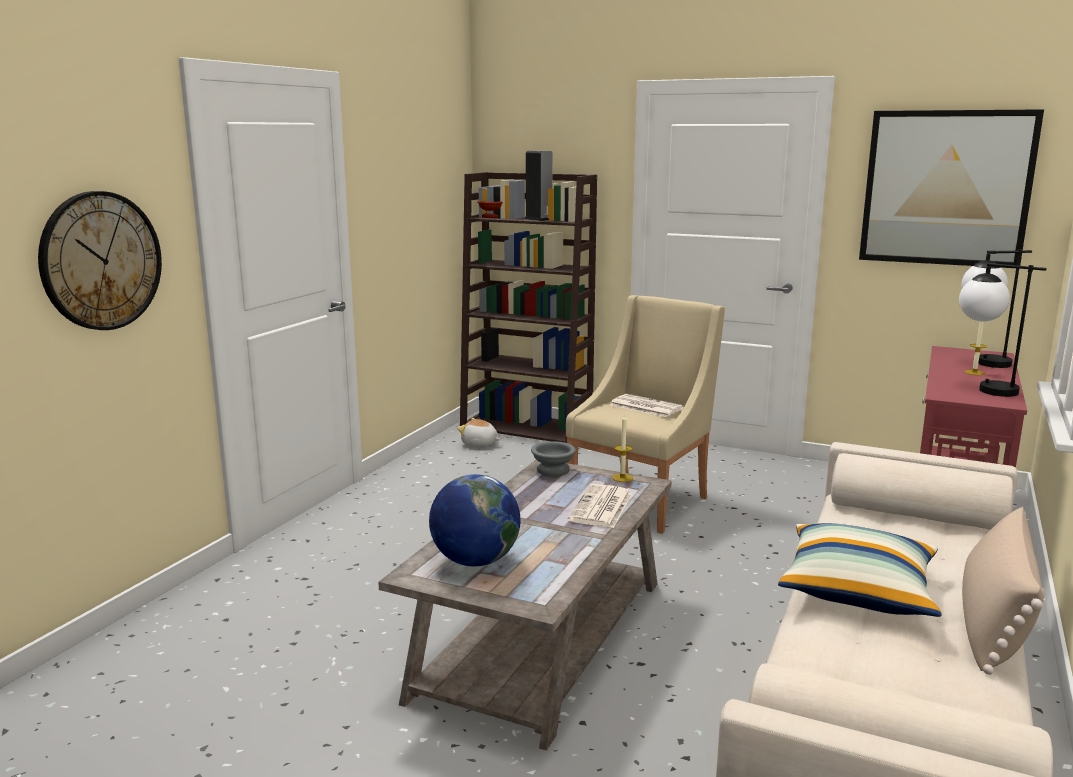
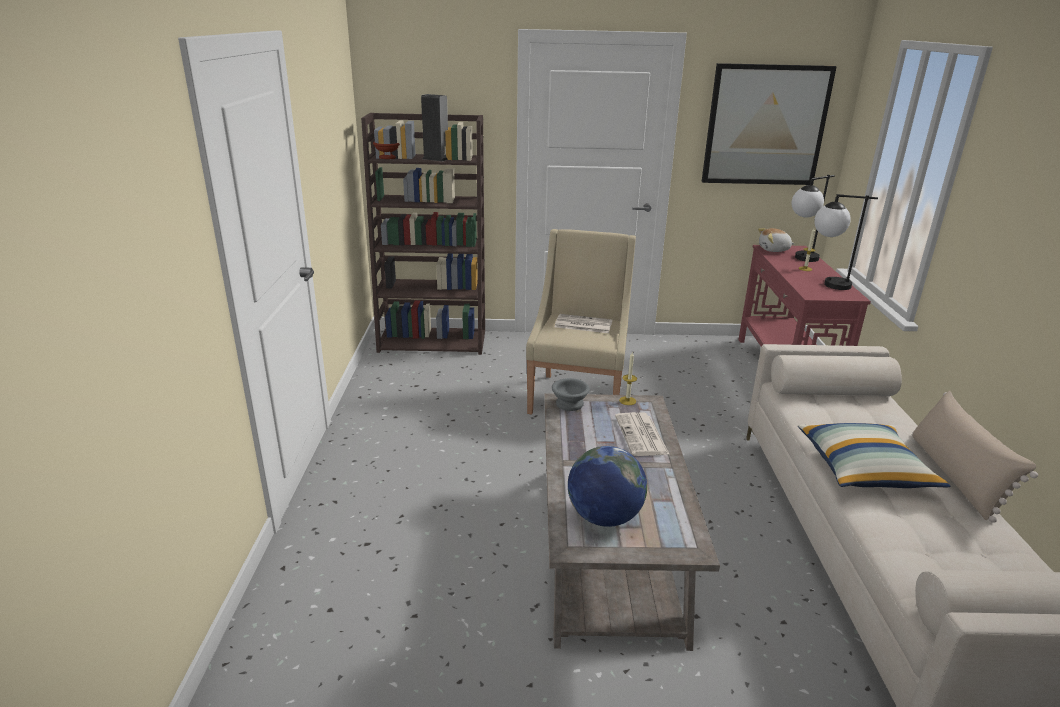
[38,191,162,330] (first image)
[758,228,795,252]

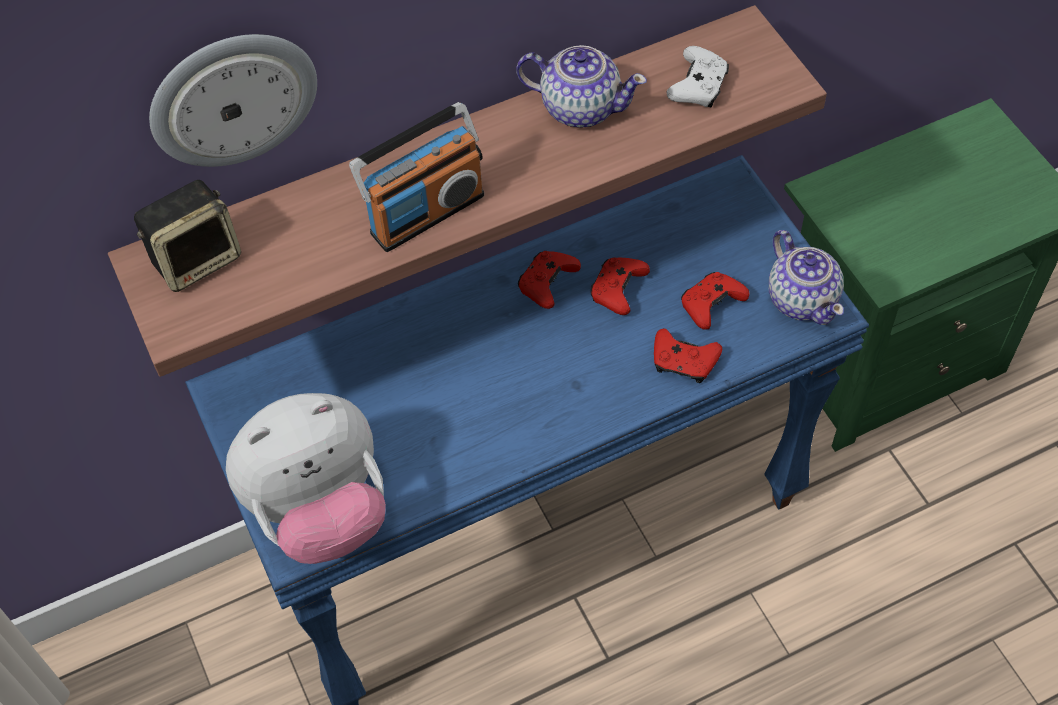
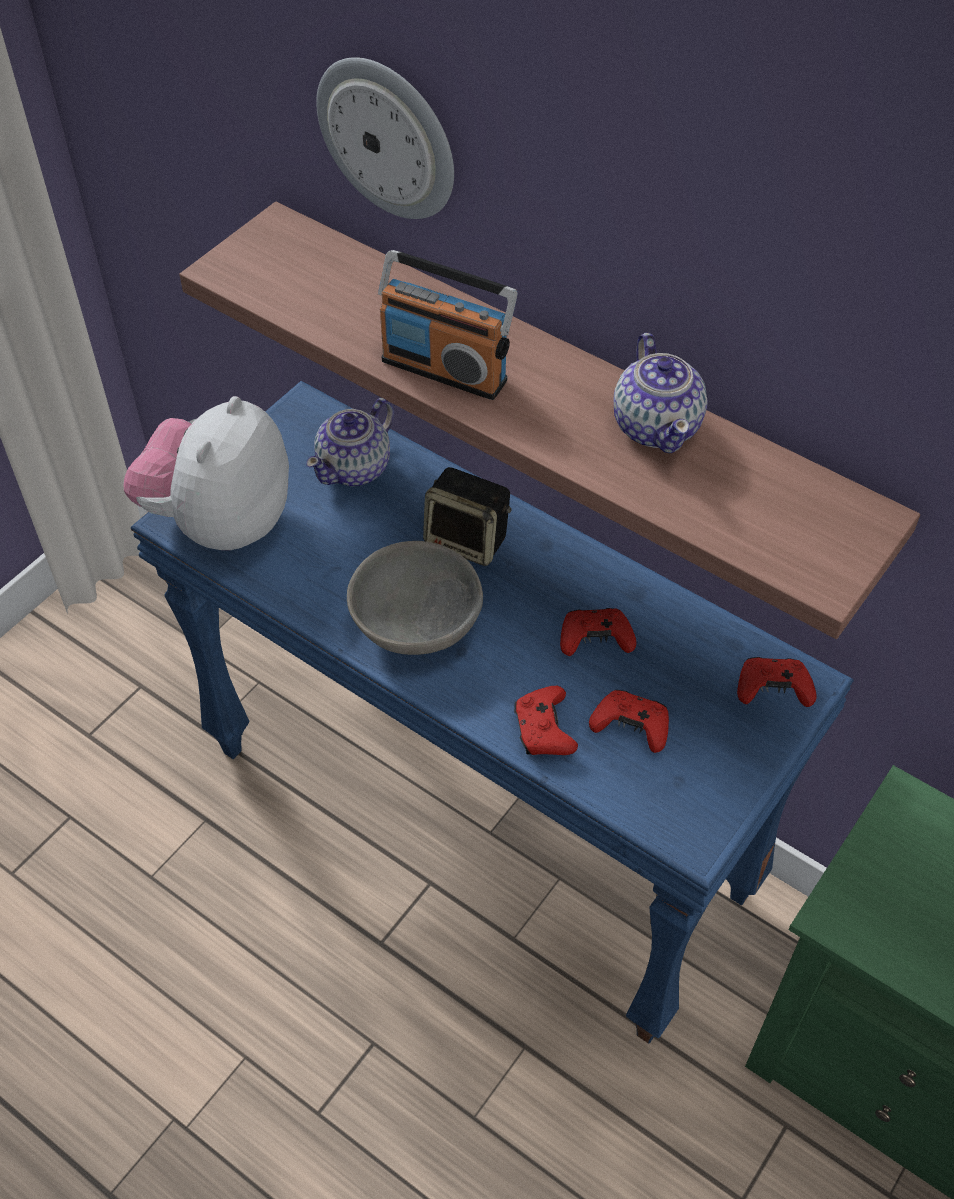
[666,46,729,107] (first image)
[347,541,483,655]
[423,467,512,566]
[737,657,817,707]
[306,398,394,486]
[123,396,289,550]

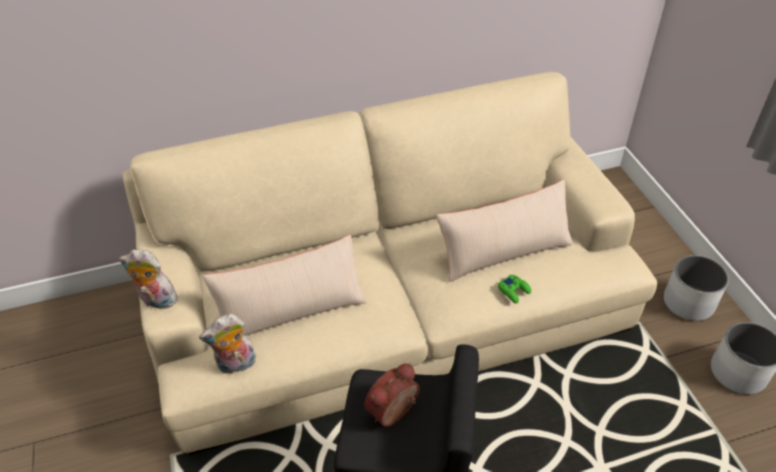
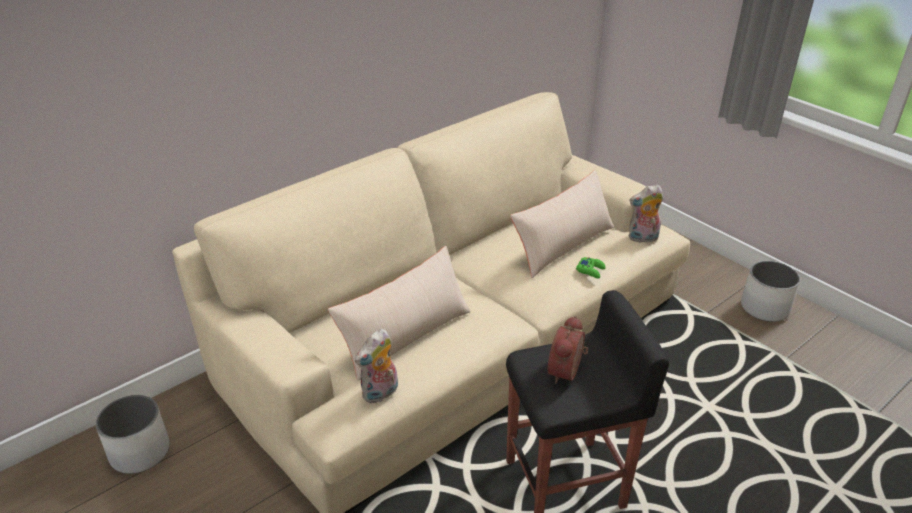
[629,184,663,243]
[96,395,170,474]

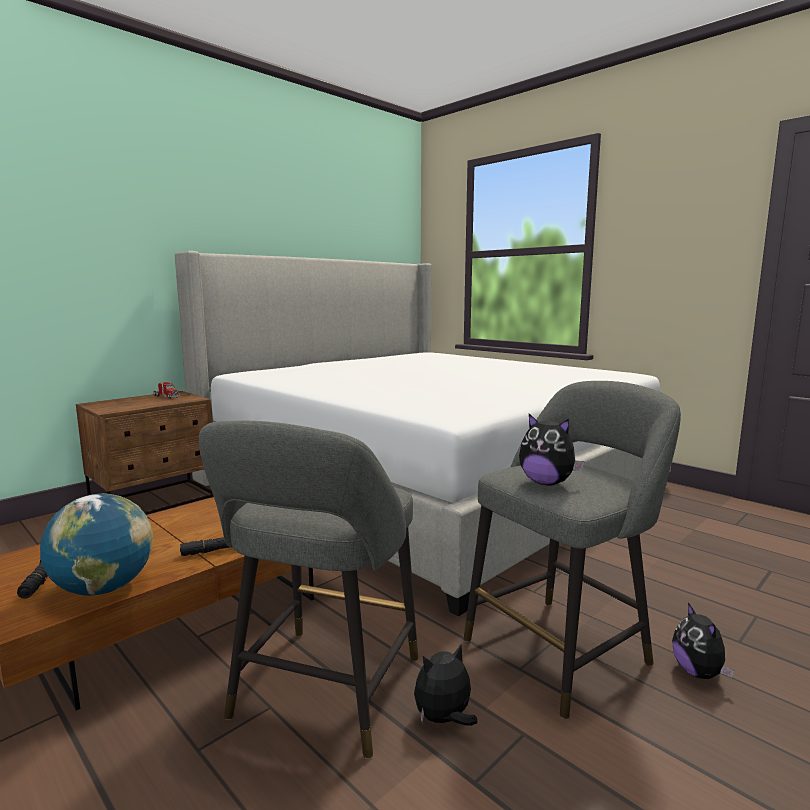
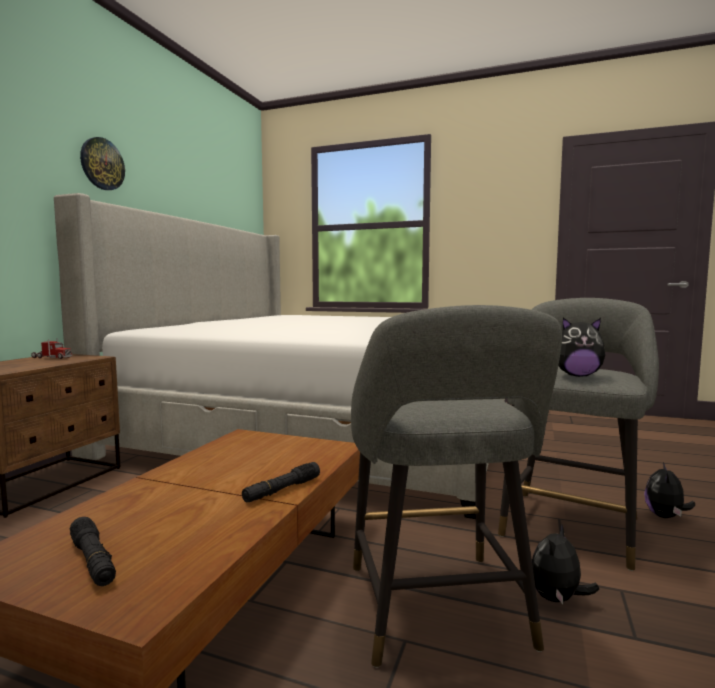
[40,493,153,596] (first image)
[80,137,125,190]
[644,462,695,518]

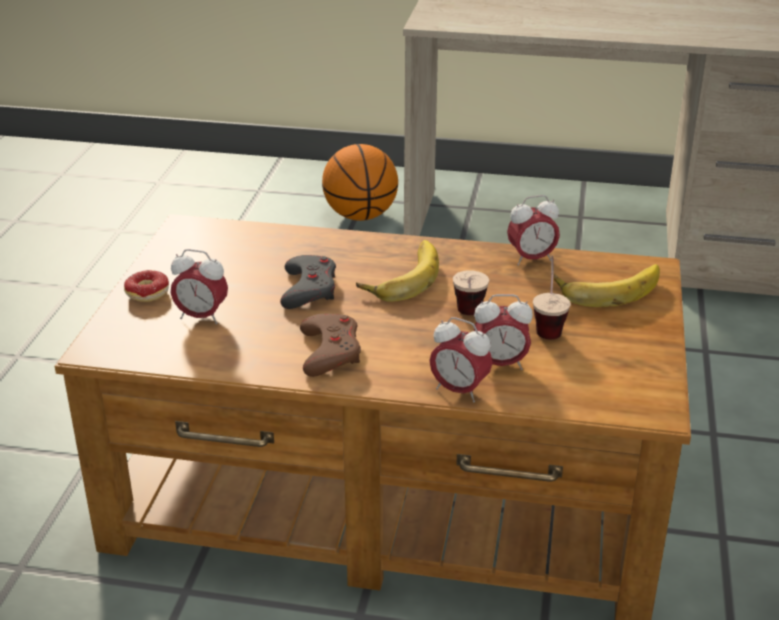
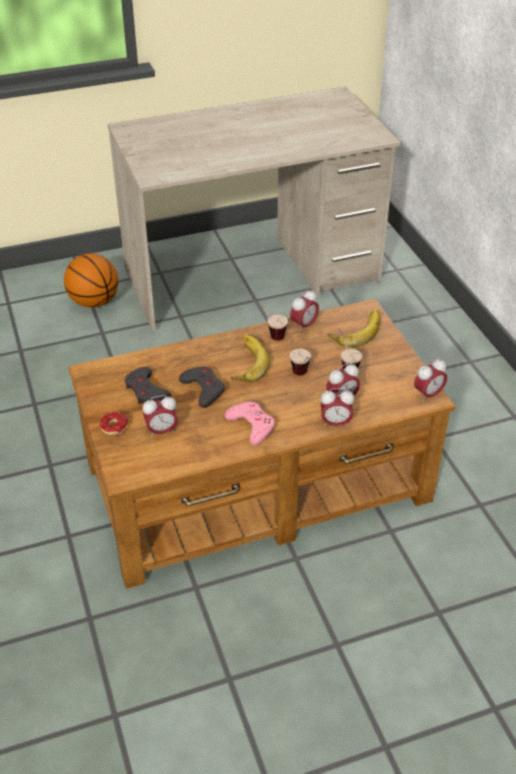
[125,367,171,404]
[254,301,288,340]
[414,358,447,402]
[225,401,275,446]

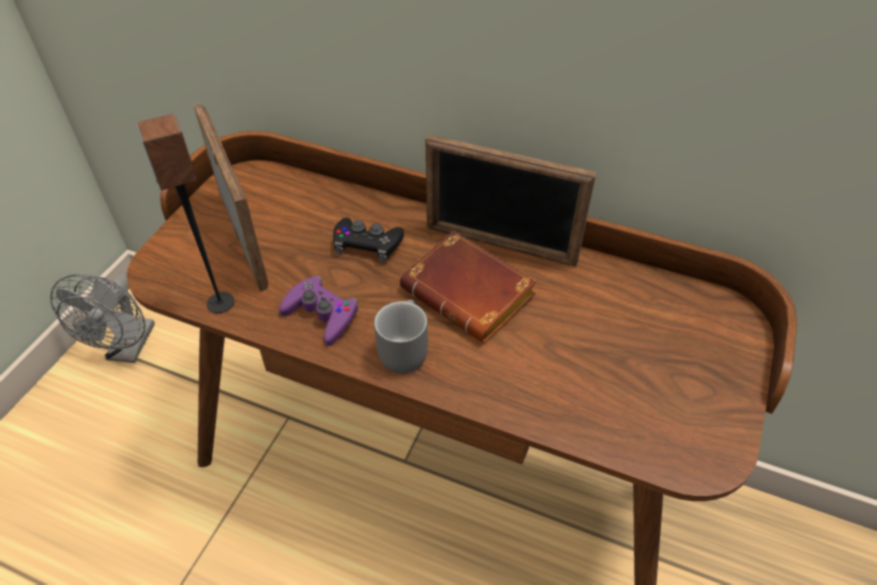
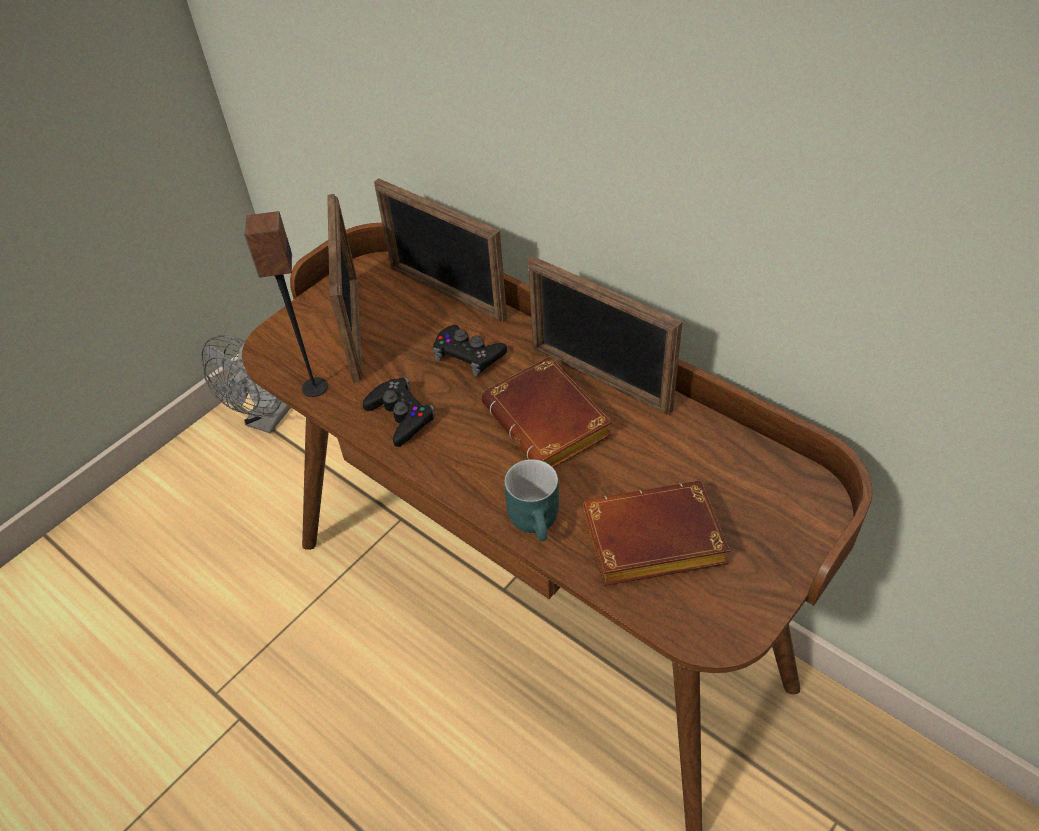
[374,299,428,374] (first image)
[374,178,507,322]
[504,459,559,541]
[583,481,730,586]
[363,378,435,447]

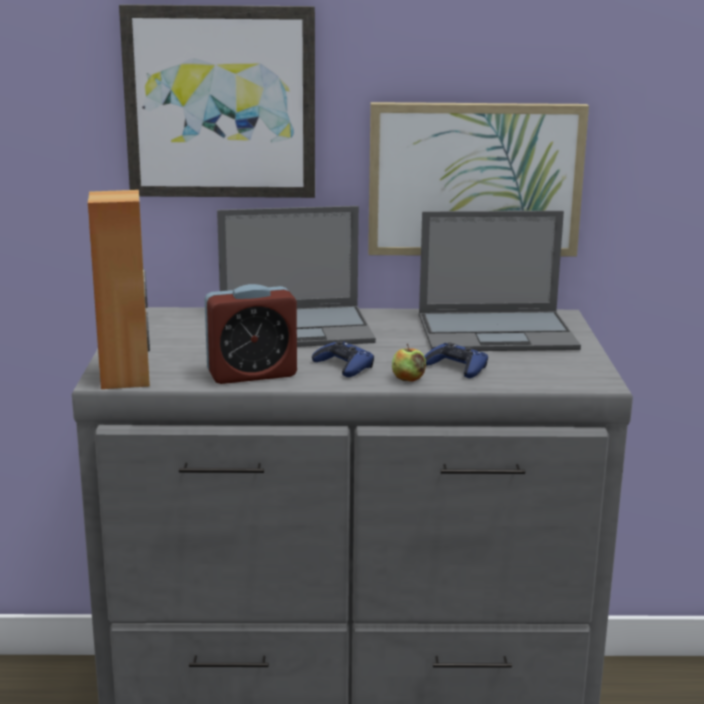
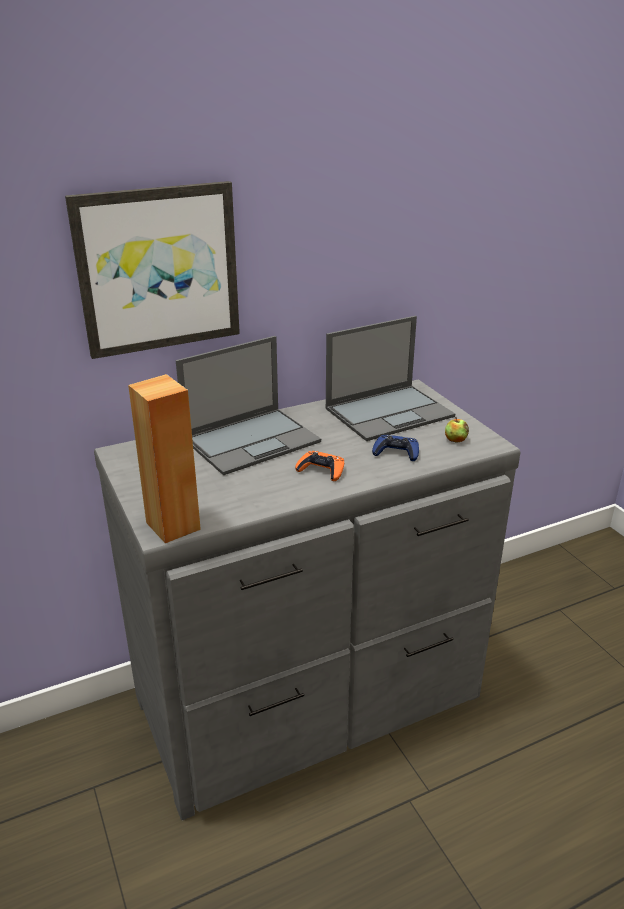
[205,284,297,384] (first image)
[368,102,589,256] (first image)
[445,417,469,443]
[295,451,344,481]

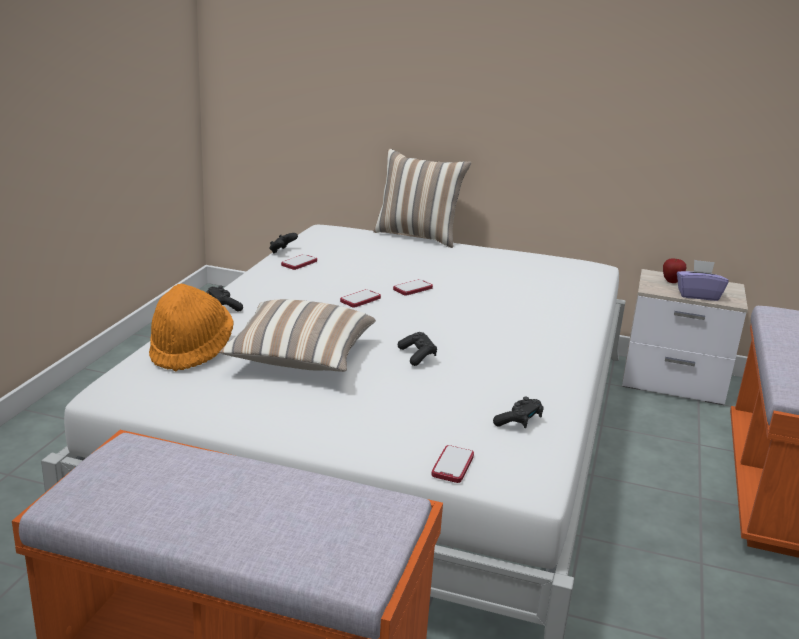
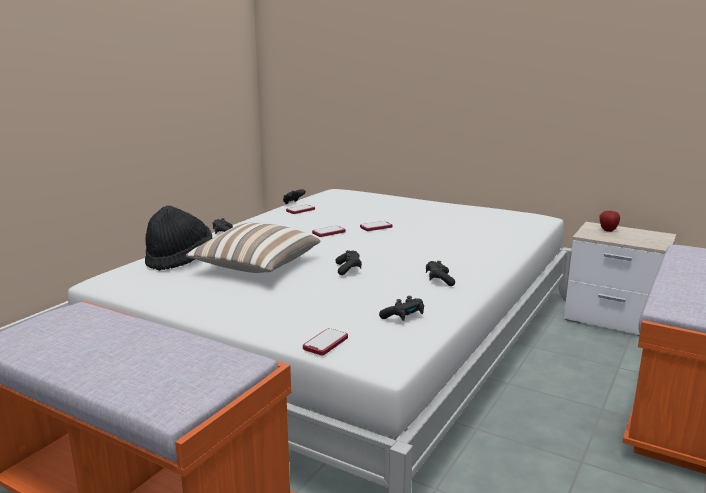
[374,149,471,248] (first image)
[677,260,729,301] (first image)
[426,261,455,286]
[145,206,212,271]

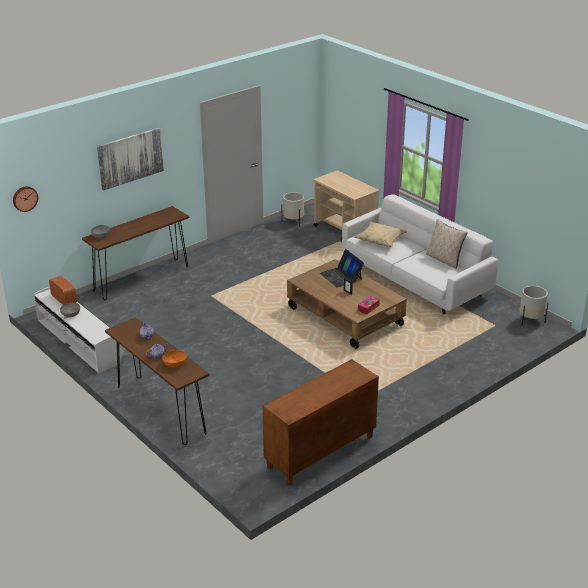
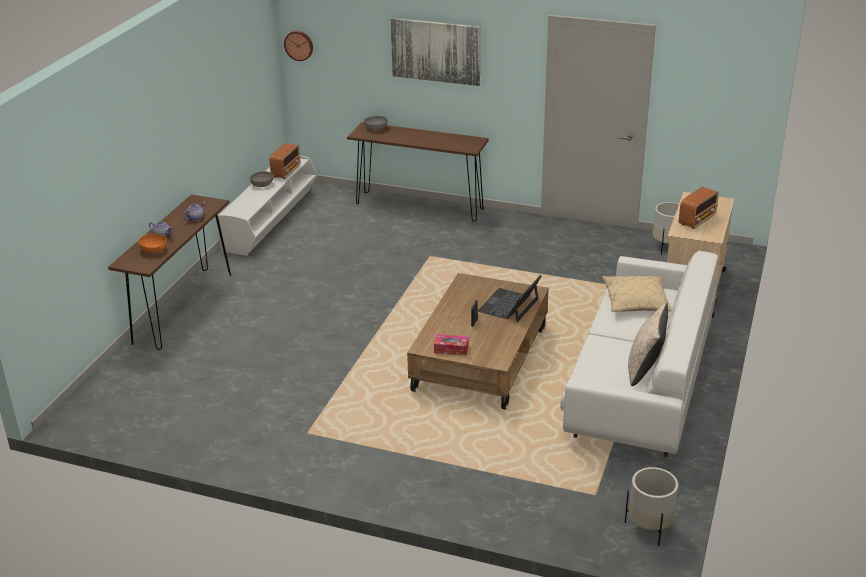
[262,359,379,486] (first image)
[679,187,719,229]

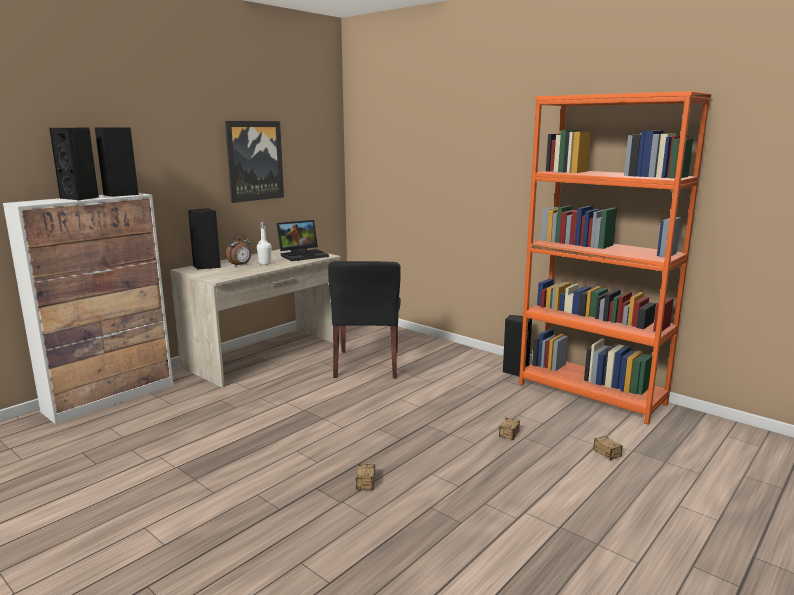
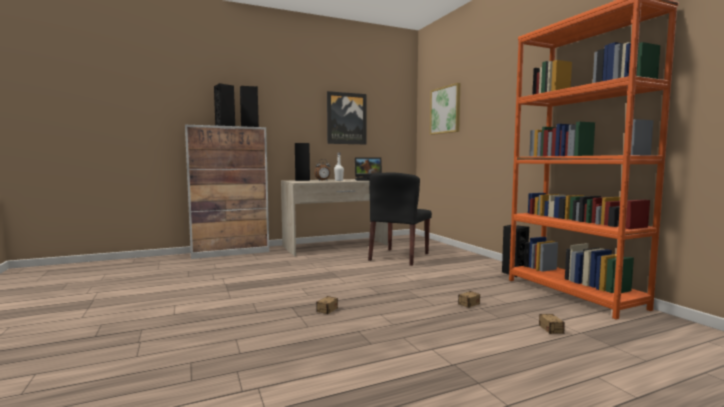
[430,83,460,135]

